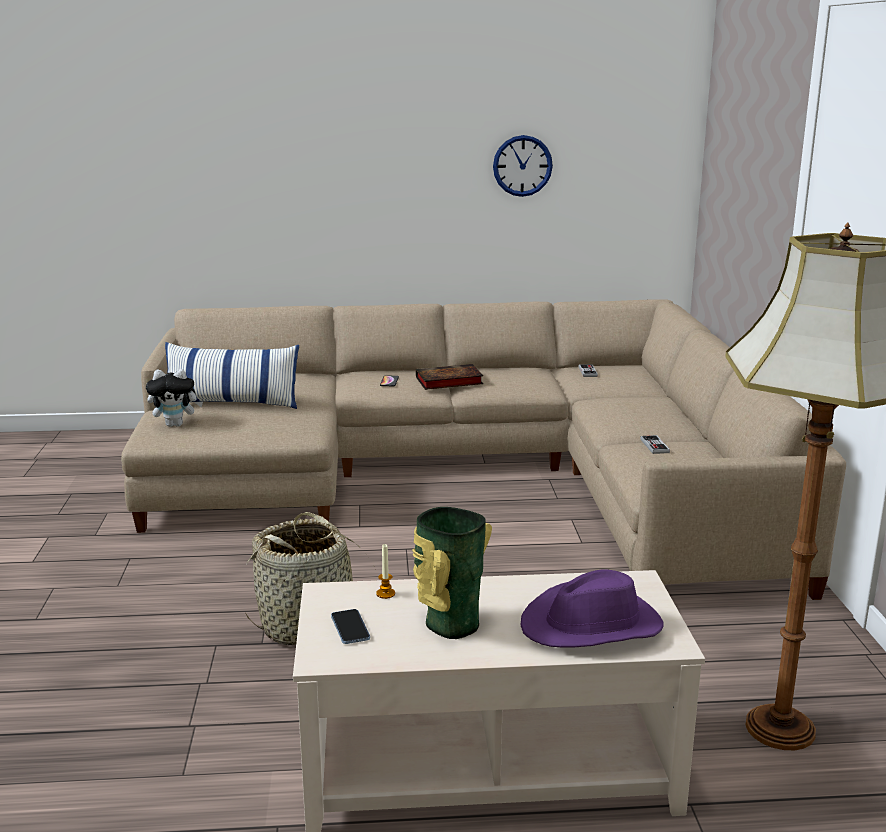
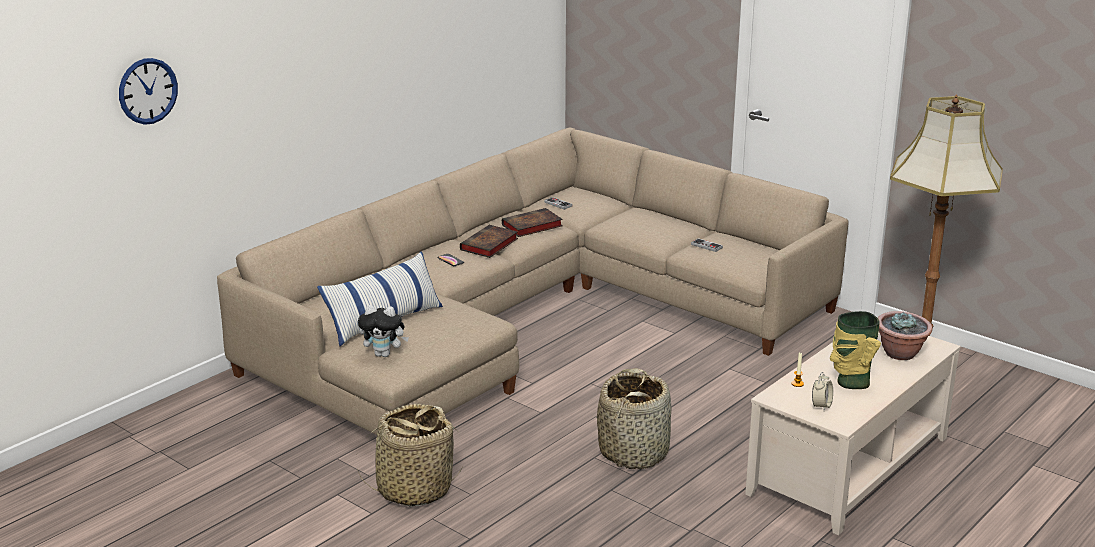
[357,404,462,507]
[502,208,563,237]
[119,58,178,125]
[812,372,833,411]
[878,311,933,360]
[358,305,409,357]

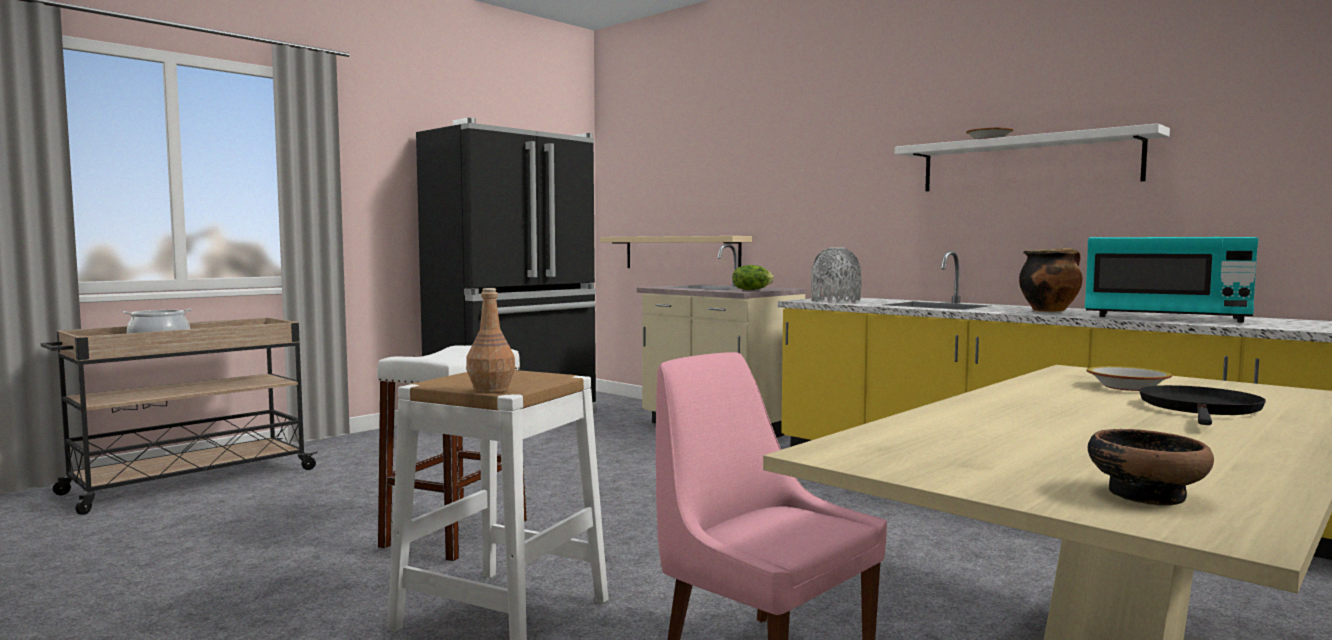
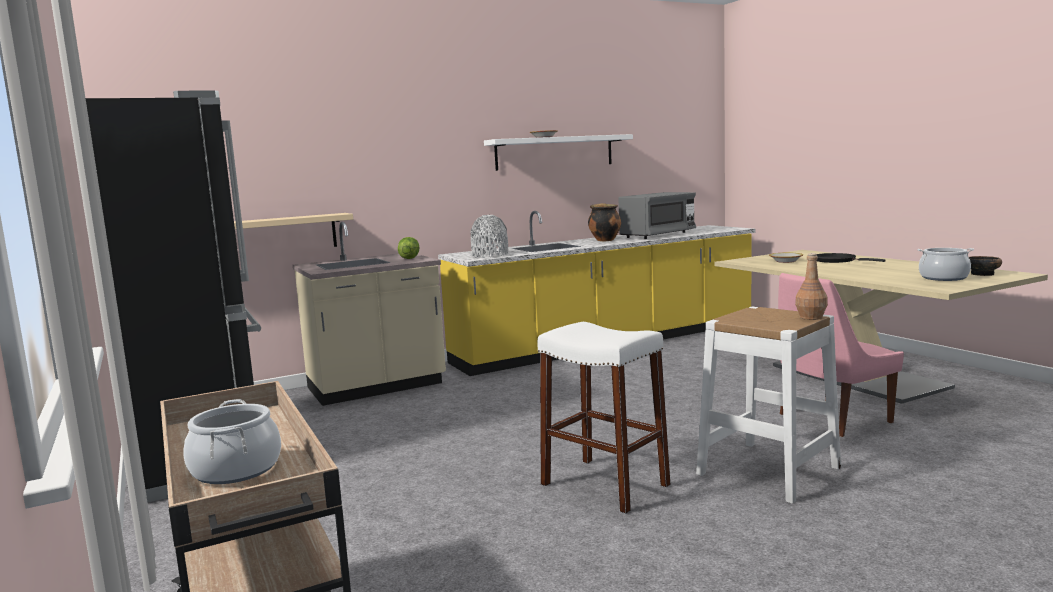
[917,248,974,281]
[618,192,696,239]

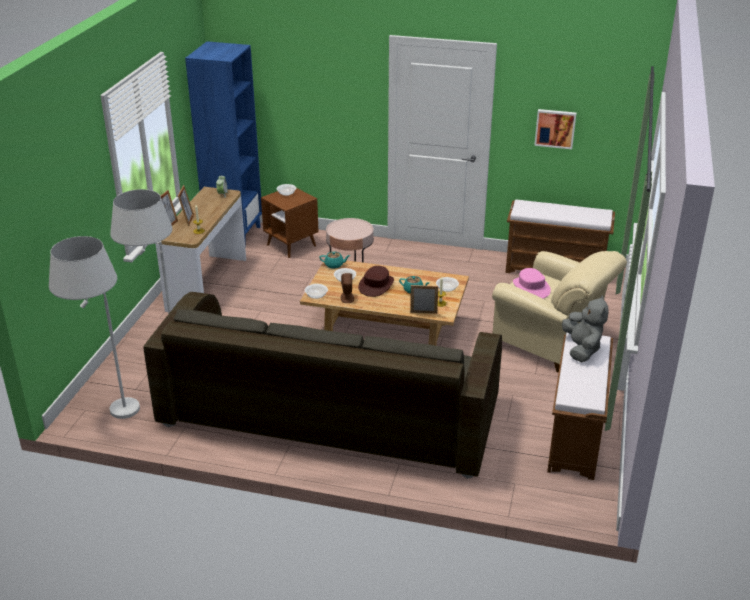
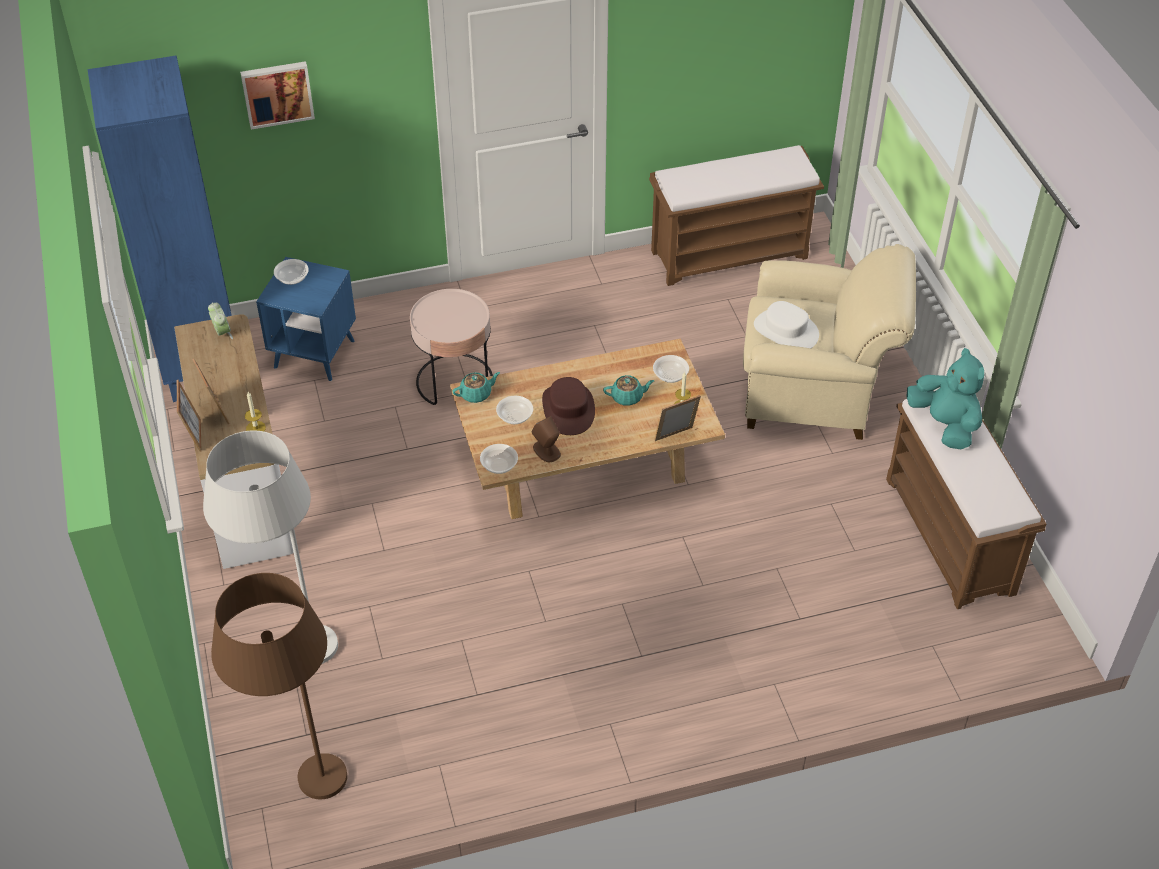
[143,292,502,479] (first image)
[240,61,315,130]
[211,573,347,799]
[256,257,356,381]
[754,301,819,348]
[906,348,984,449]

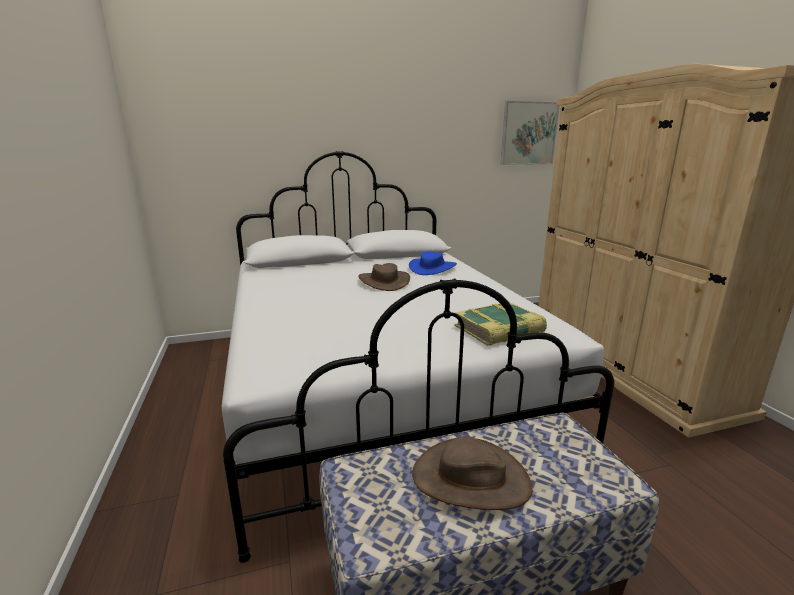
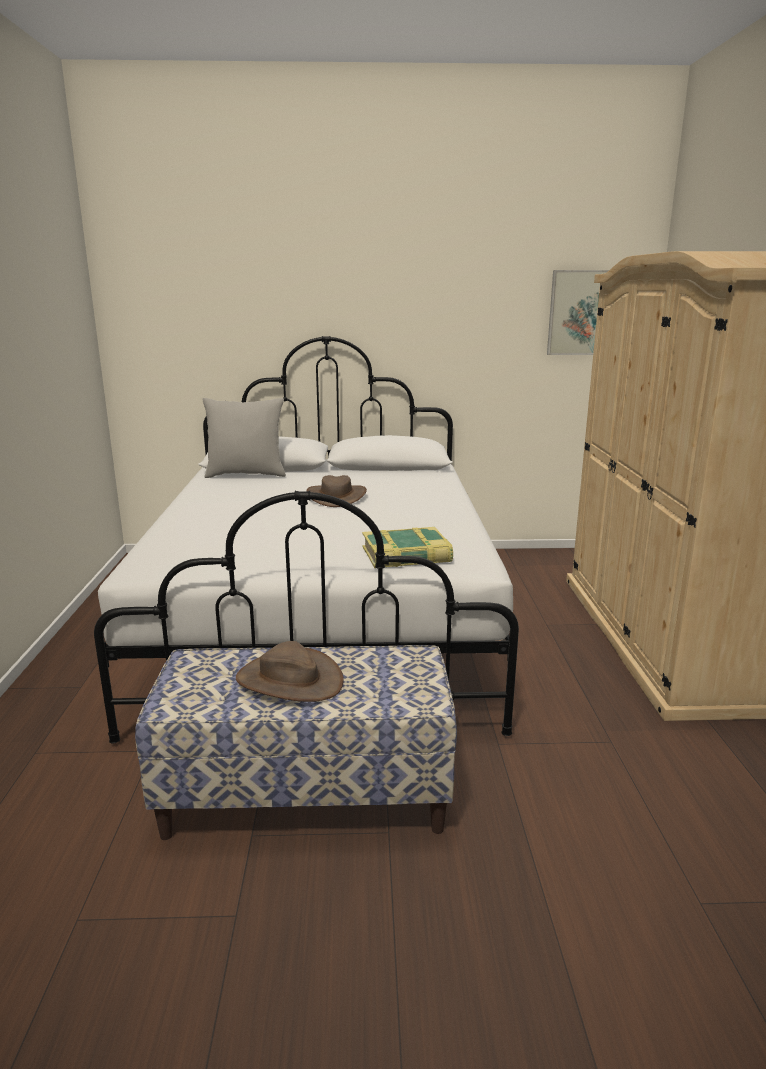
[409,251,457,275] (first image)
[203,398,286,478]

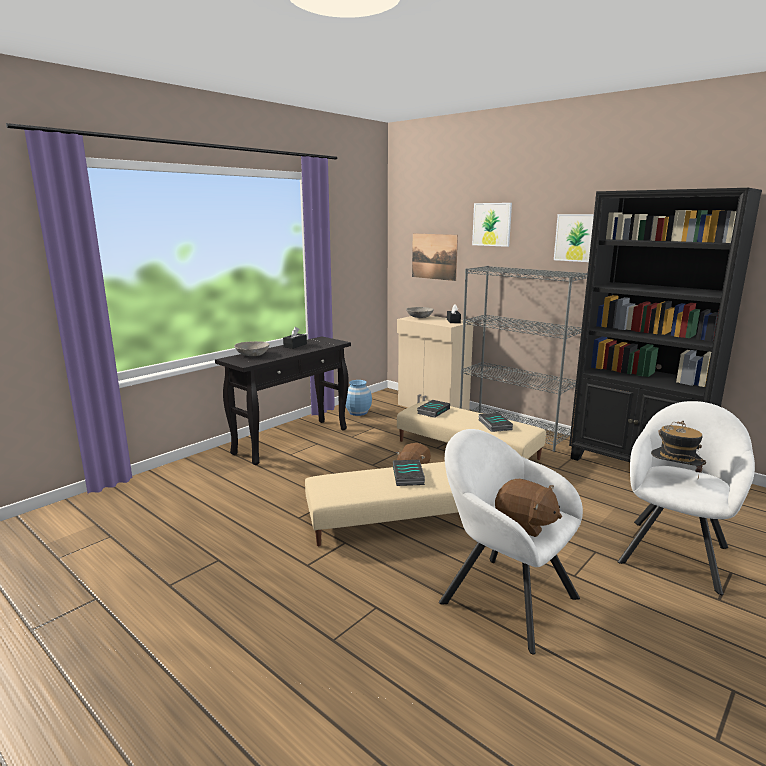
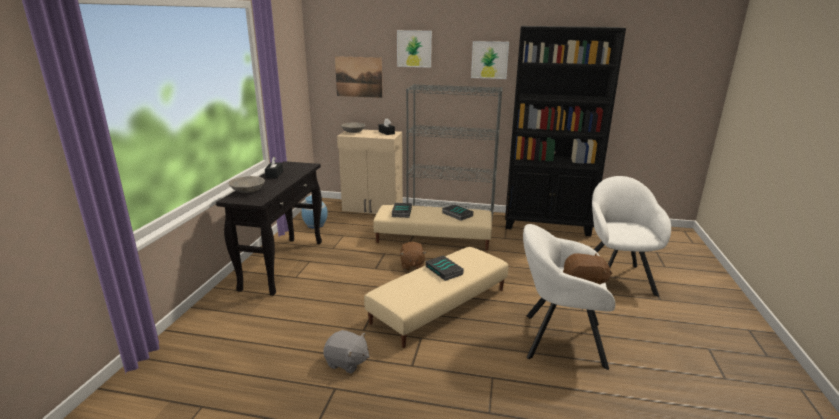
[651,421,706,478] (first image)
[323,330,370,374]

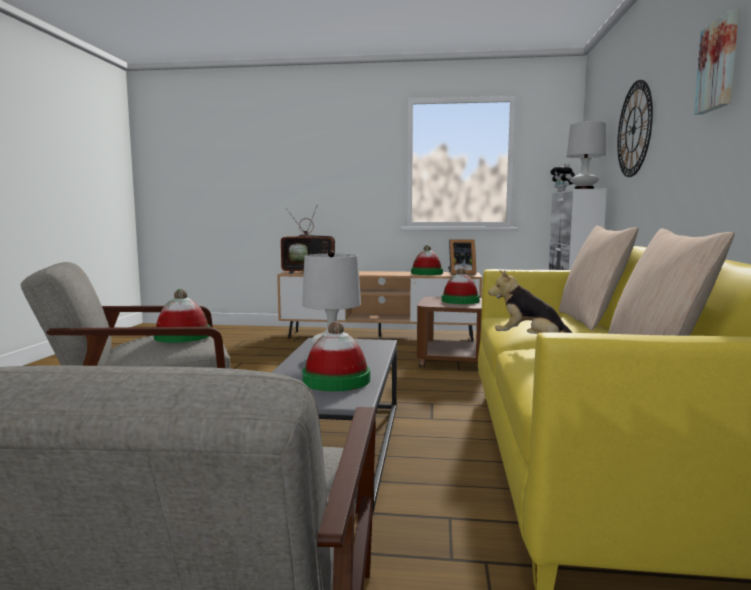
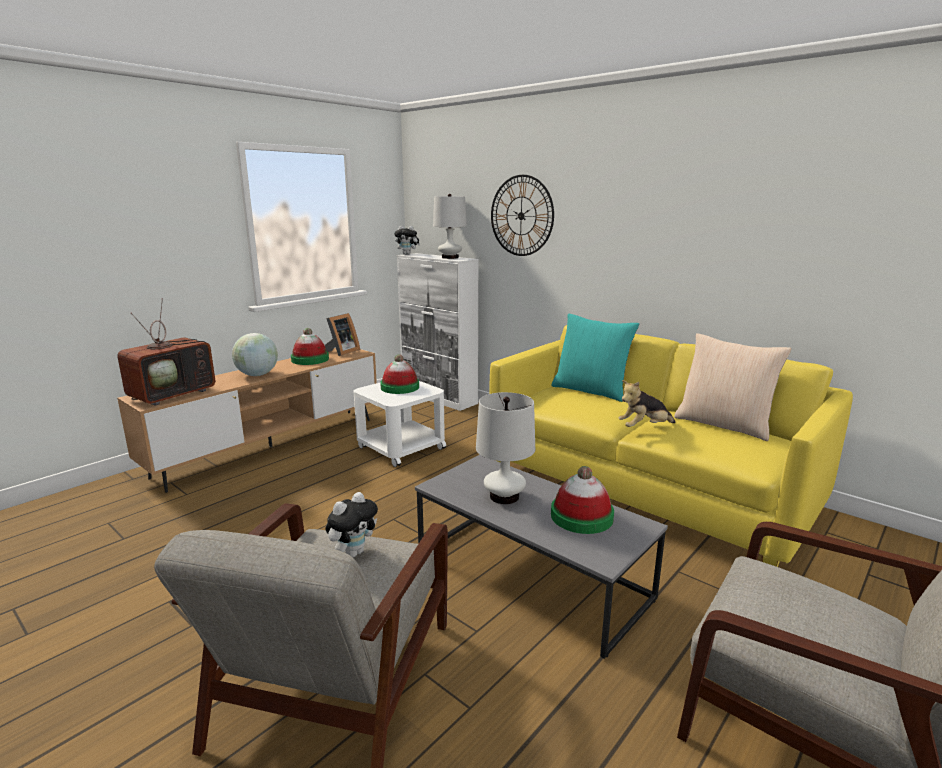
[694,10,739,115] (first image)
[232,333,278,376]
[325,492,378,558]
[353,381,446,467]
[551,313,639,402]

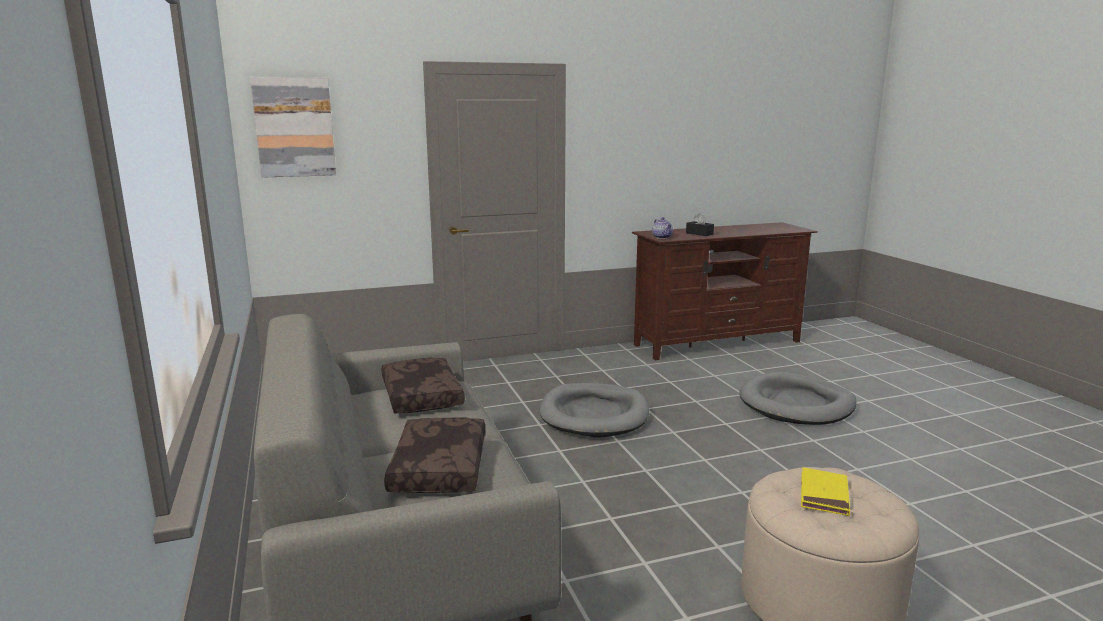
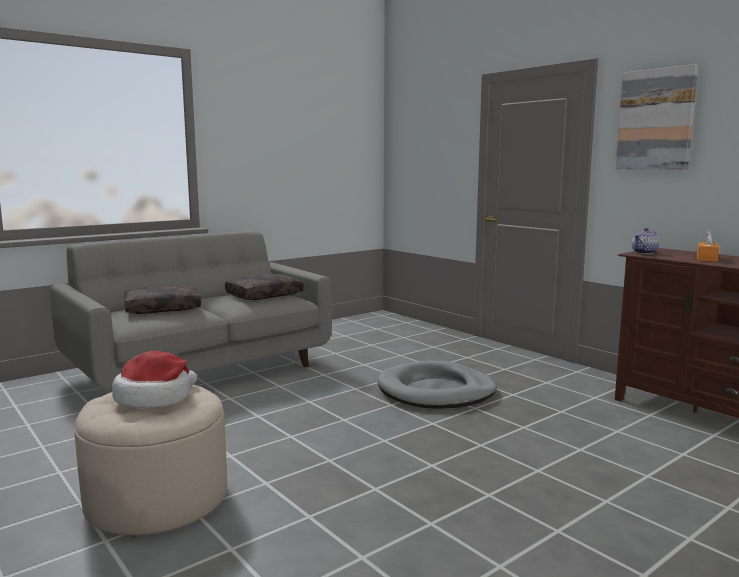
[740,372,857,425] (first image)
[616,64,698,170]
[112,351,197,408]
[697,231,719,262]

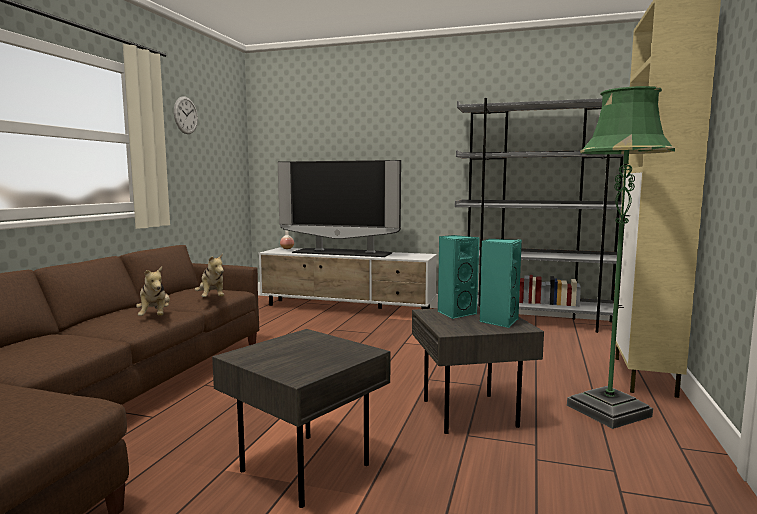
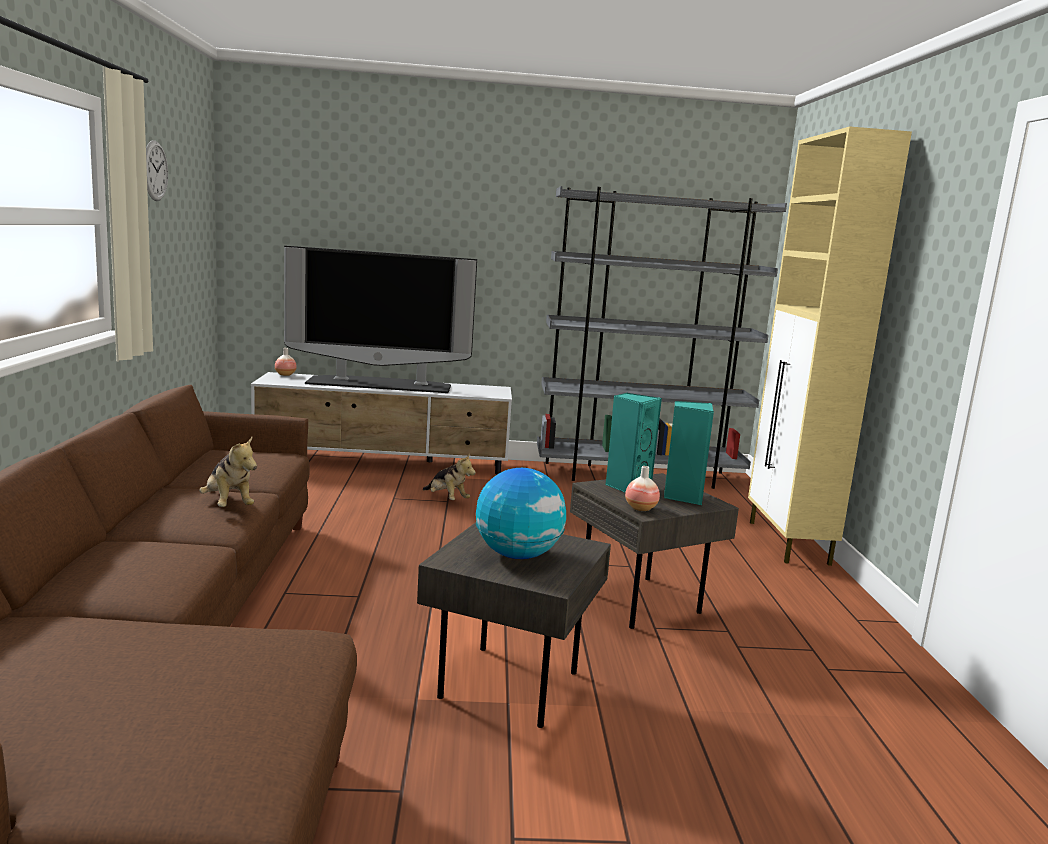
[567,86,675,429] (first image)
[476,468,566,559]
[625,466,660,511]
[423,453,476,500]

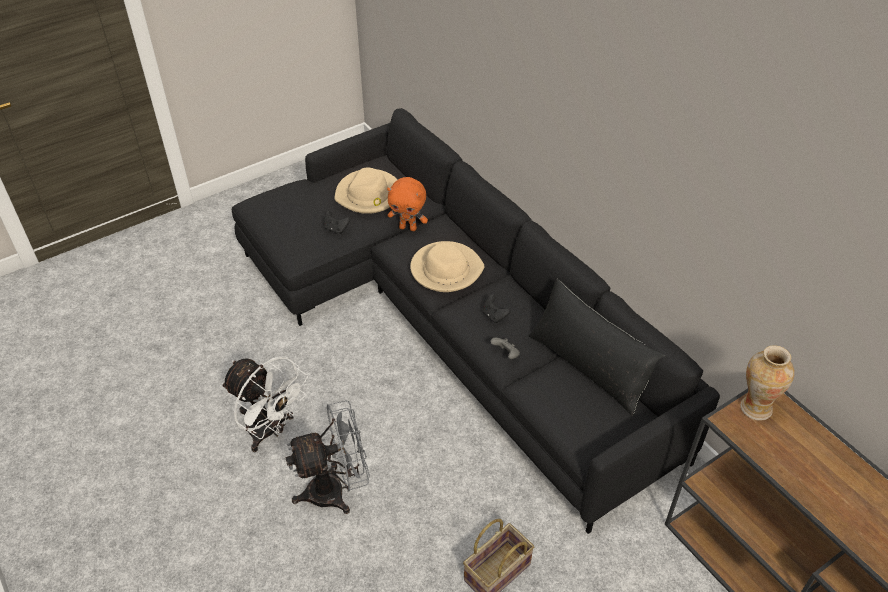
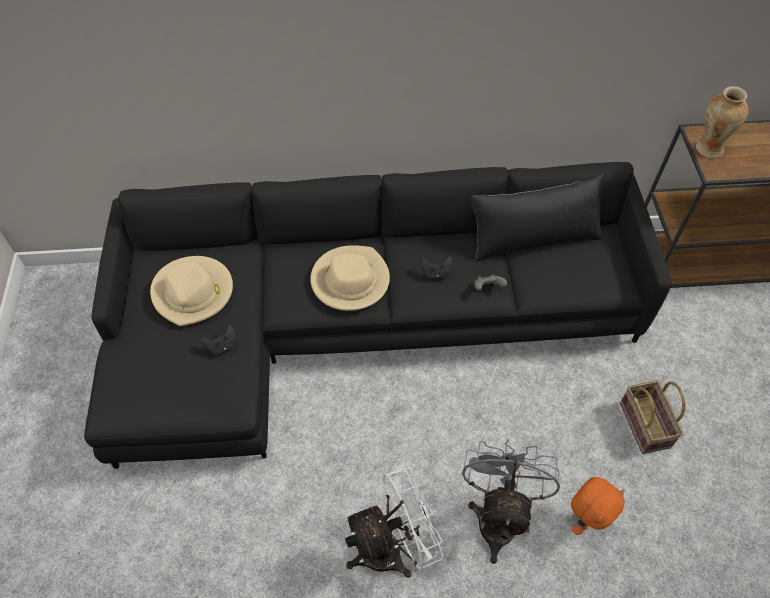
[571,477,625,535]

